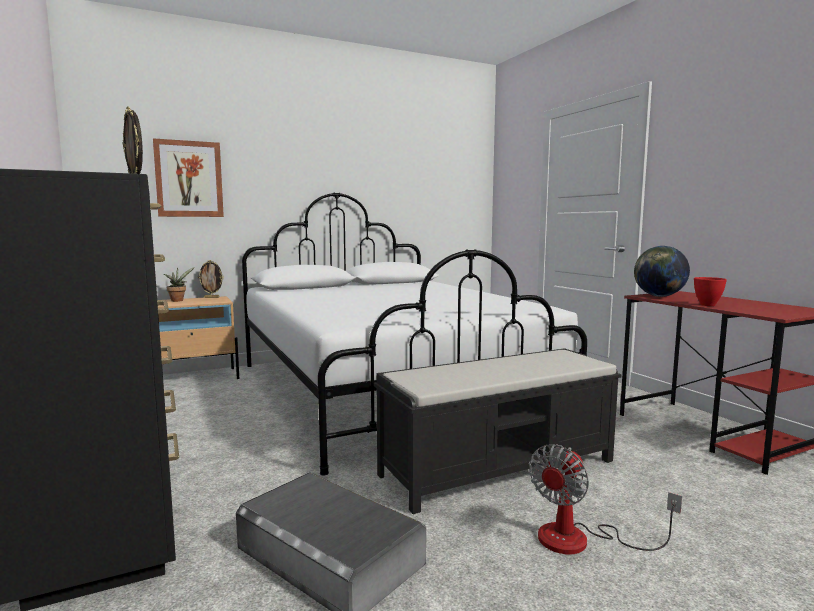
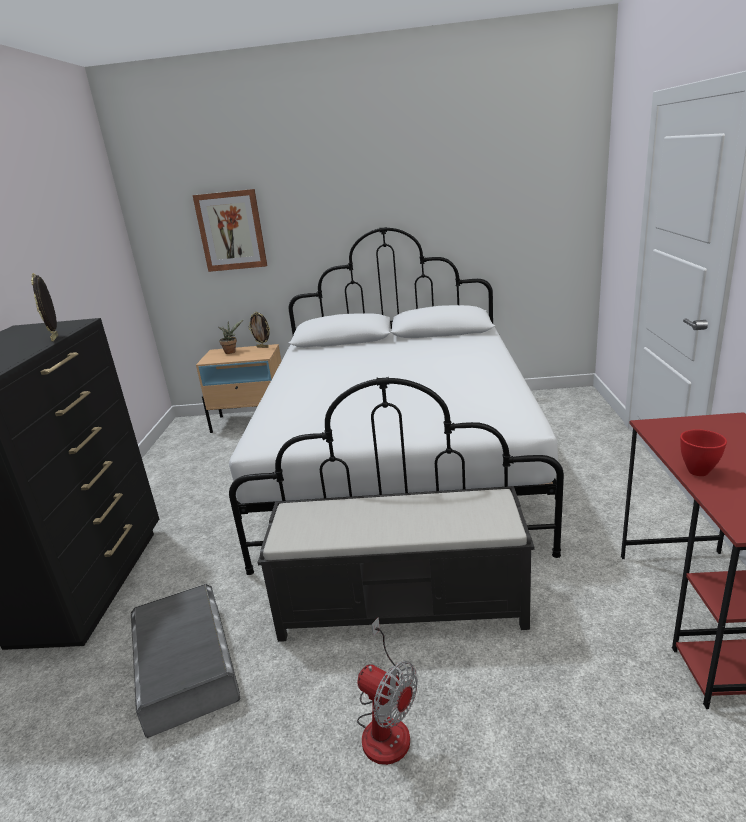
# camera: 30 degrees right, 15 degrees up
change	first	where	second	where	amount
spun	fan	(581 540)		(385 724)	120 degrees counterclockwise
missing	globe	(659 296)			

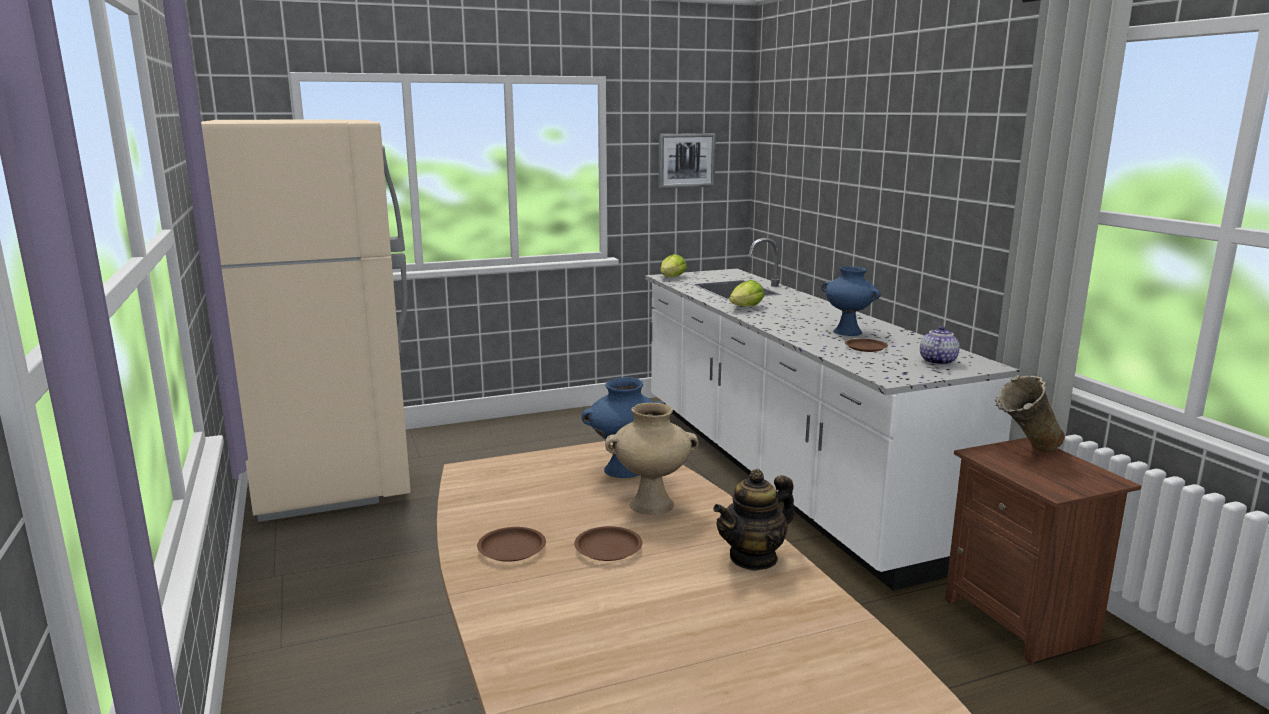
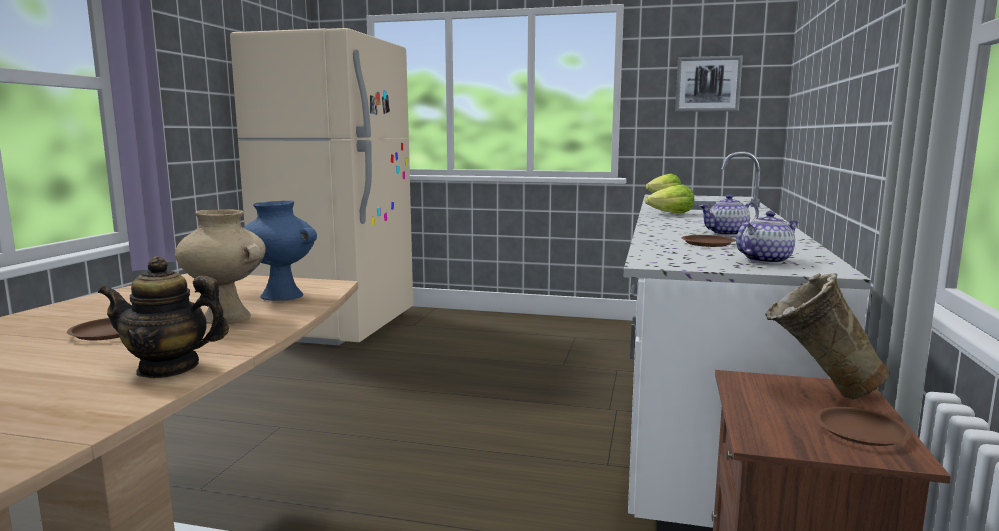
# camera: 35 degrees right, 5 degrees down
change	first	where	second	where	amount
relocated	plate (brown)	(512 548)		(861 431)	
exchanged	vase (blue)	(848 332)	teapot	(727 234)	

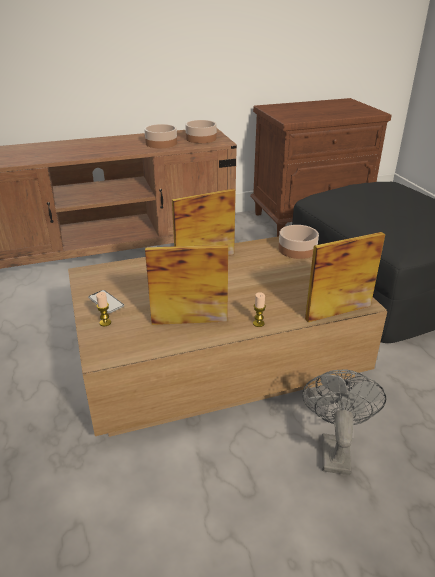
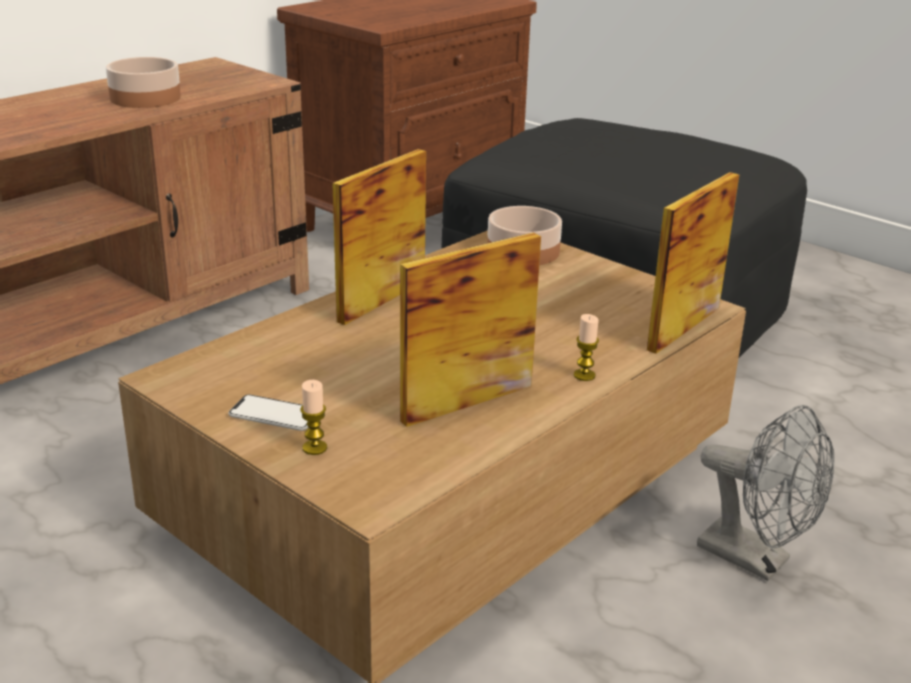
# camera: 30 degrees left, 5 degrees down
change	first	where	second	where	amount
missing	bowl	(201 138)			
spun	fan (grey)	(334 448)		(756 559)	150 degrees clockwise

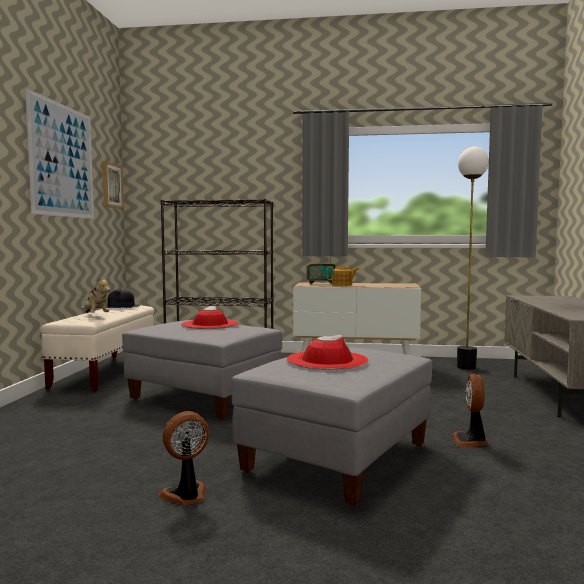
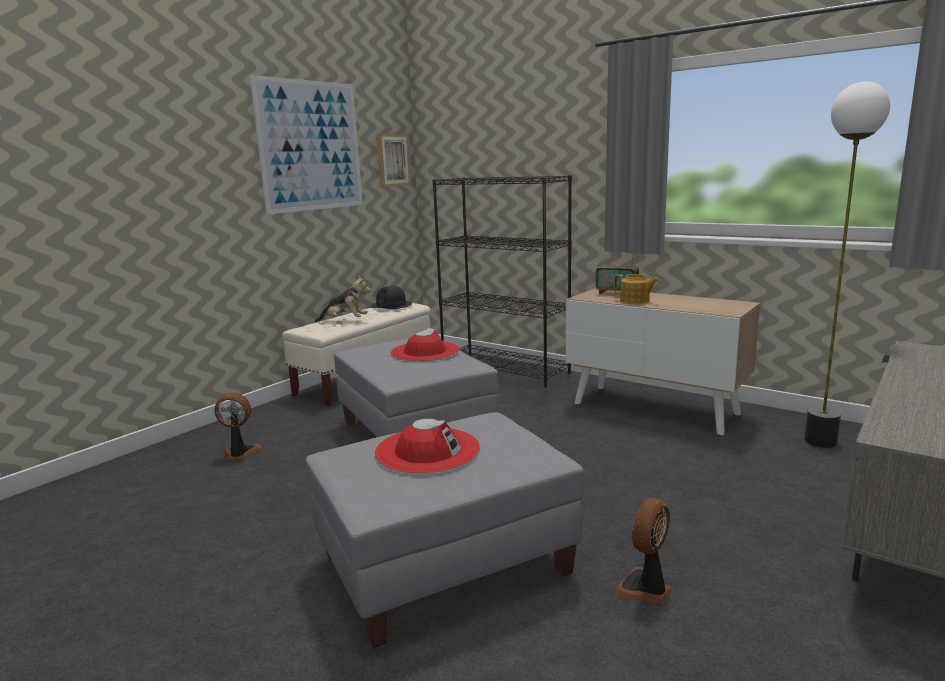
# camera: 30 degrees right, 10 degrees up
change	first	where	second	where	amount
spun	plush toy	(96 315)		(345 321)	75 degrees counterclockwise
relocated	fan	(186 496)		(239 453)	

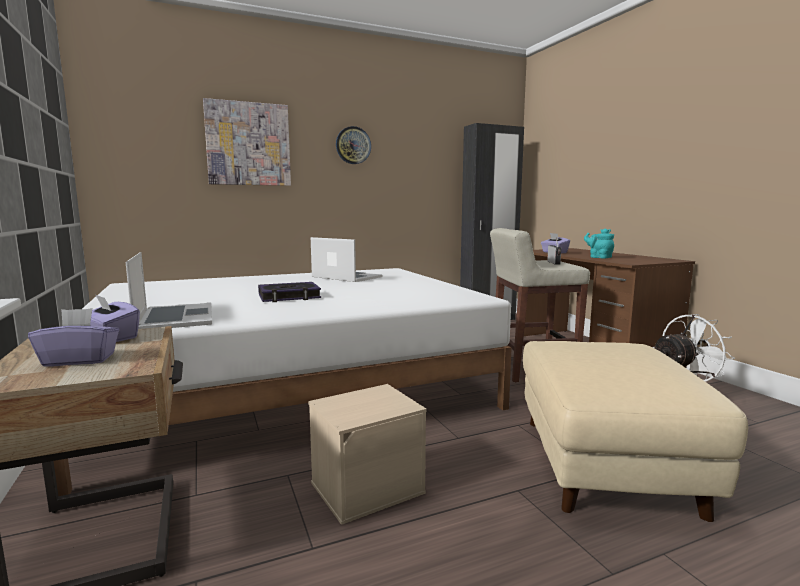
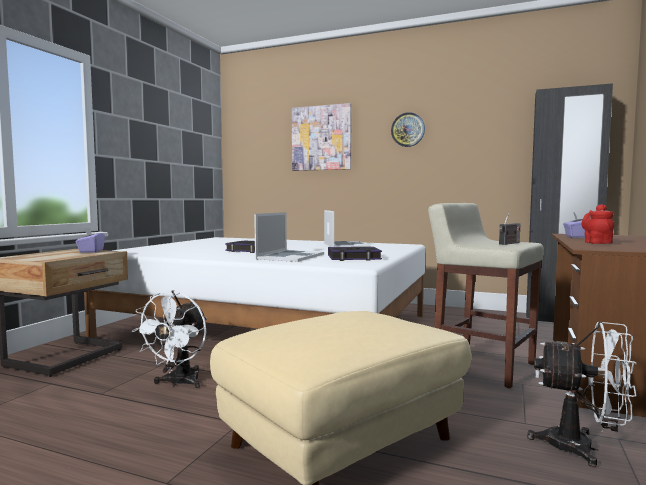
# camera: 45 degrees right, 5 degrees down
change	first	where	second	where	amount
missing	tissue box (purple)	(80 360)			
relocated	laptop	(175 317)		(290 256)	
exchanged	storage box (beige)	(368 487)	fan (white)	(178 383)	
colour	teapot (turquoise)	(599 257)	teapot (red)	(596 242)	
appeared			book	(354 258)	

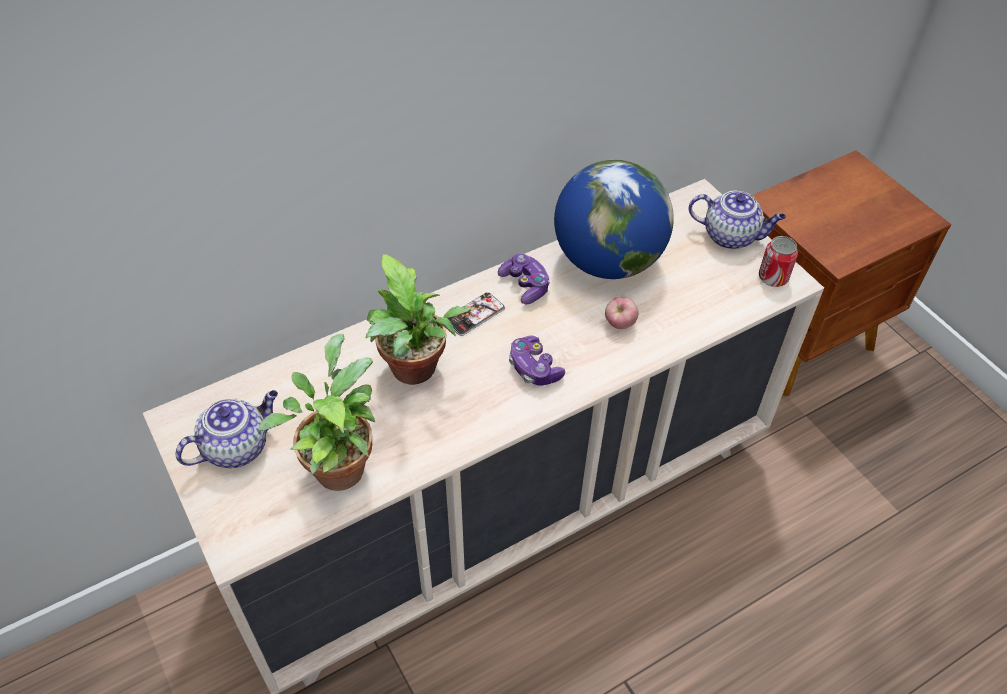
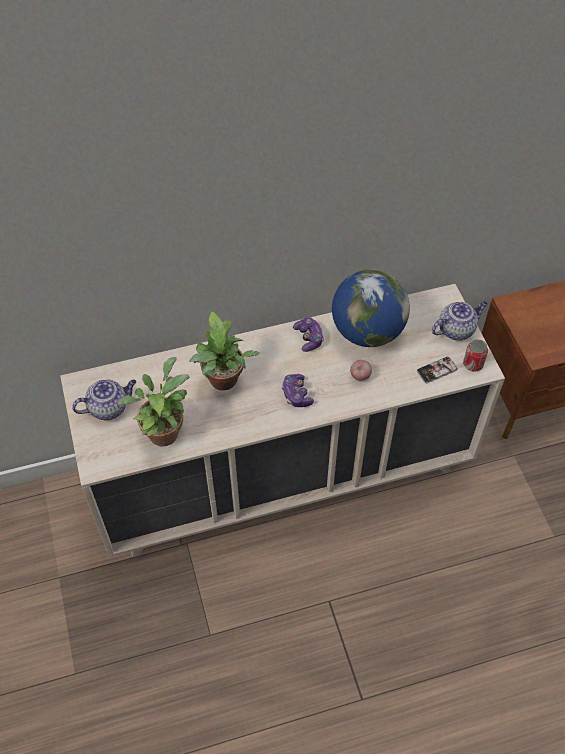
# camera: 15 degrees right, 5 degrees up
change	first	where	second	where	amount
relocated	phone	(474 314)		(436 370)	
spun	teapot	(731 236)		(456 329)	60 degrees counterclockwise

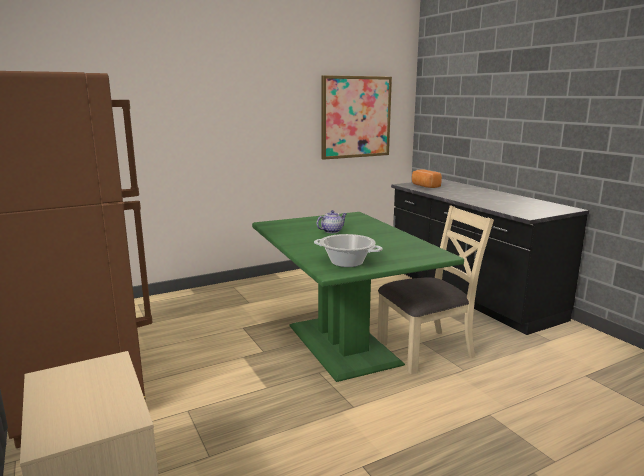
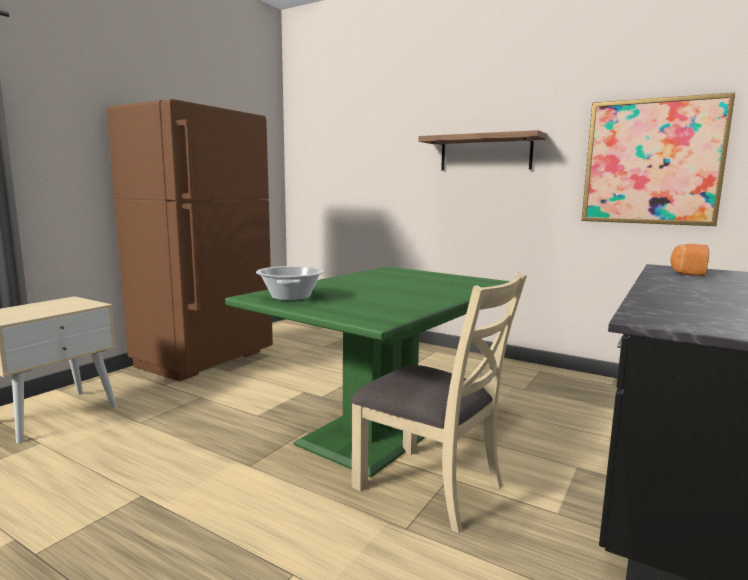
# camera: 60 degrees right, 5 degrees down
change	first	where	second	where	amount
missing	teapot	(331 231)			
appeared			shelf	(485 153)	

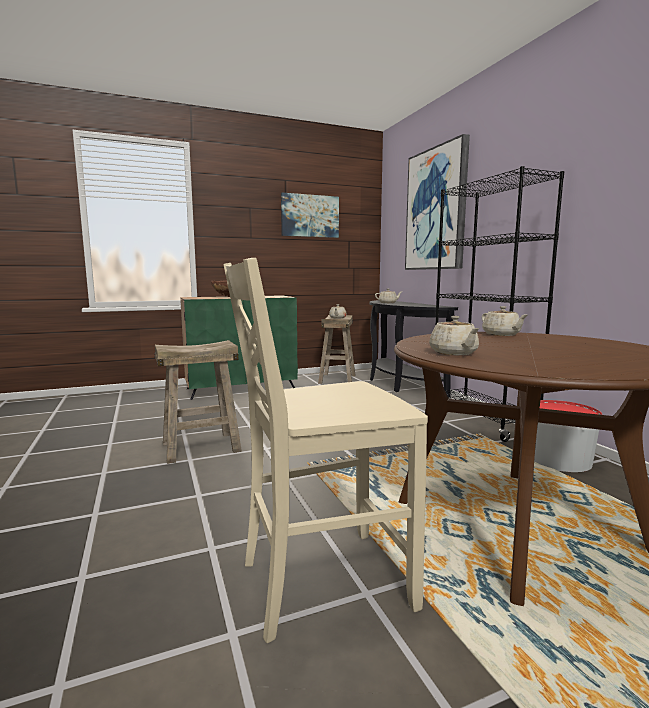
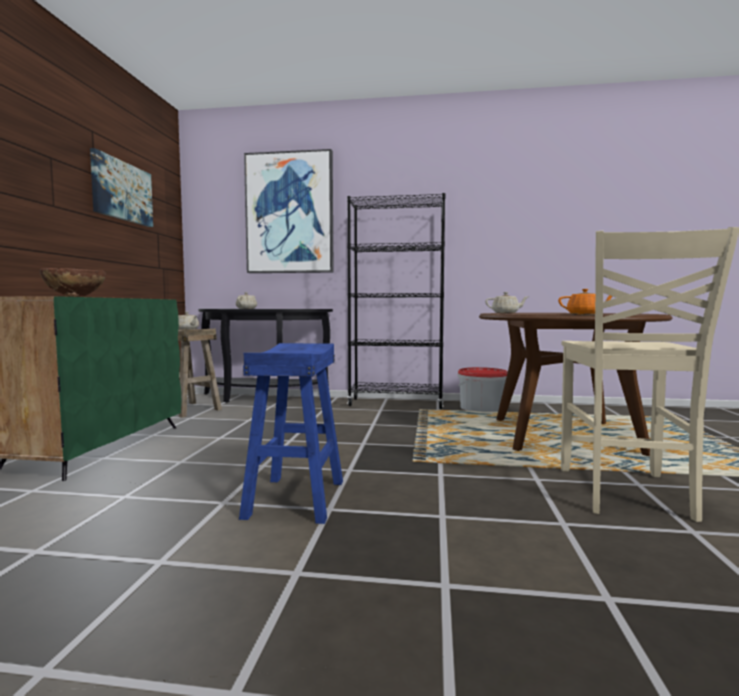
# camera: 60 degrees left, 5 degrees down
change	first	where	second	where	amount
colour	stool (beige)	(201 447)	stool (blue)	(295 498)	
colour	teapot (beige)	(454 353)	teapot (orange)	(585 314)	

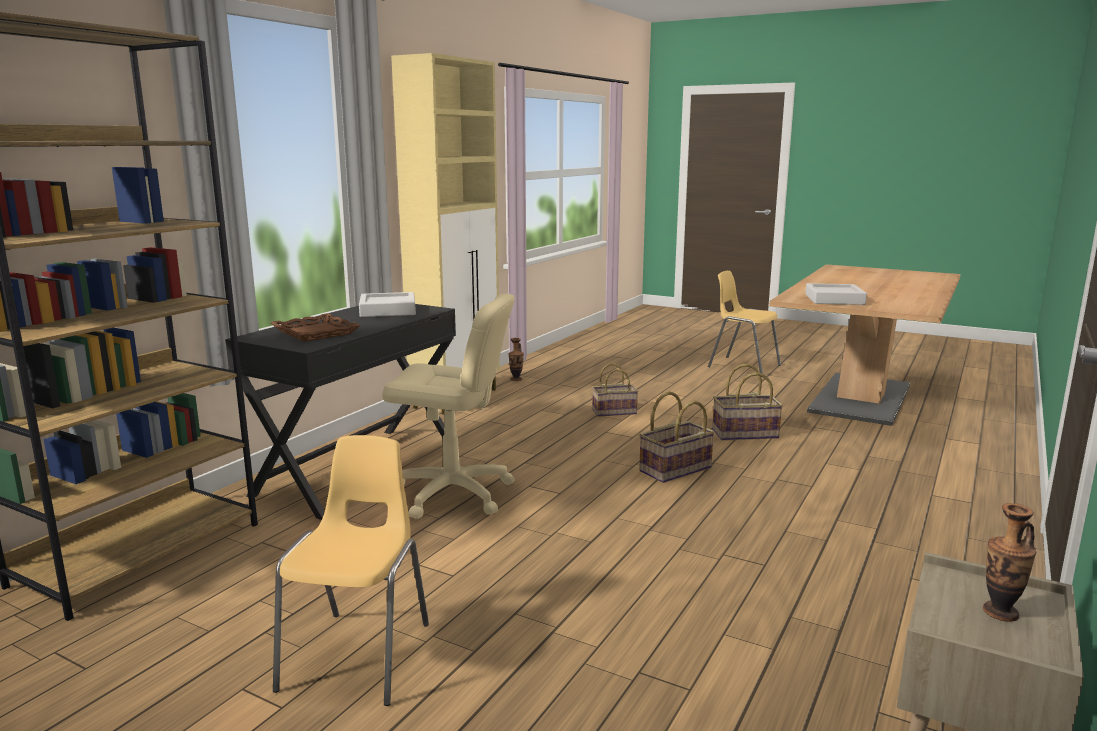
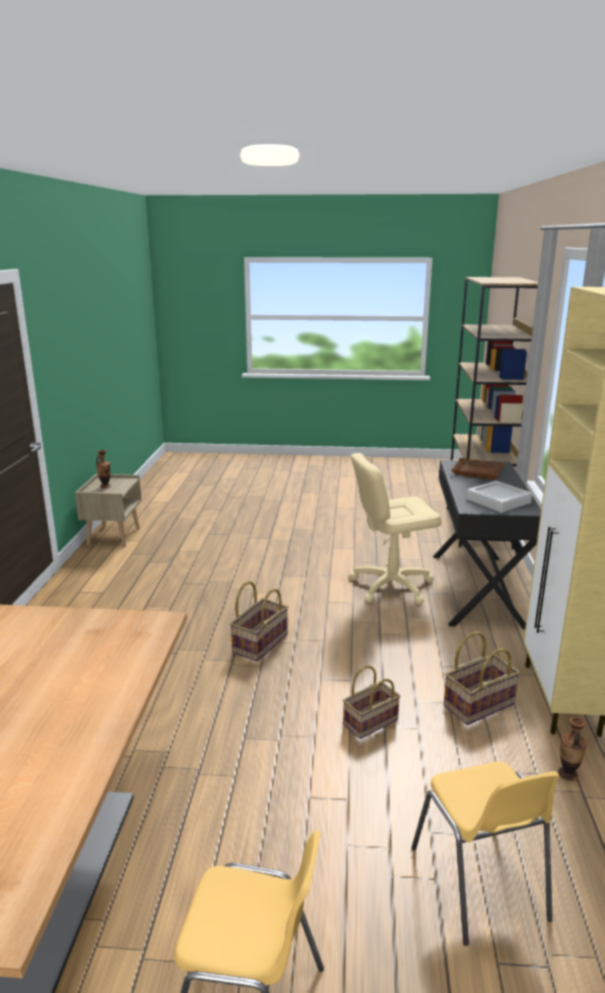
# camera: 155 degrees right, 5 degrees up
change	first	where	second	where	amount
relocated	chair (yellow)	(359 655)		(479 884)	
relocated	basket	(745 434)		(478 704)	
missing	tray (grey)	(834 299)			

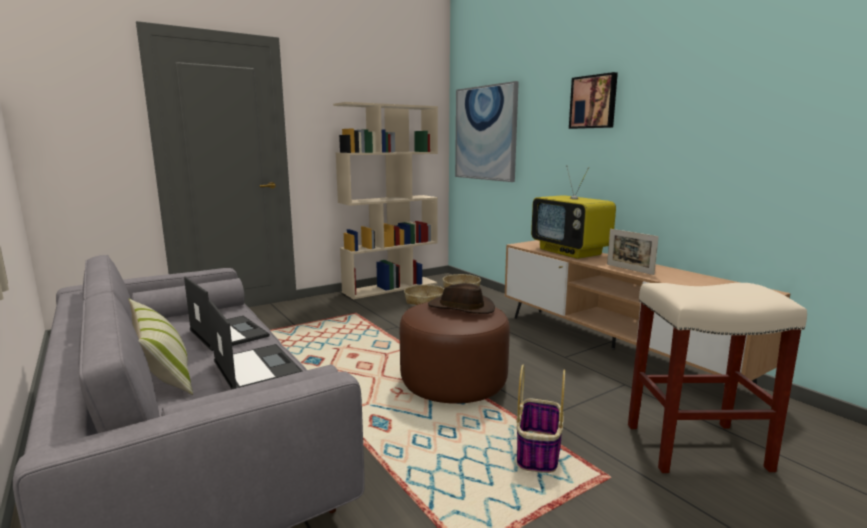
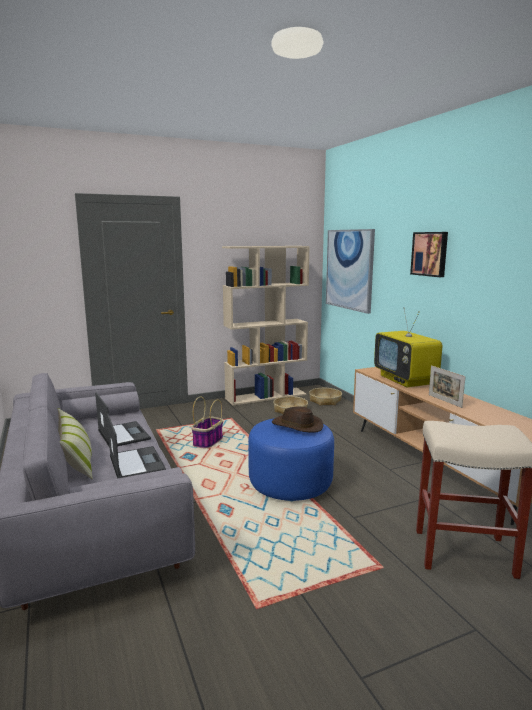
# camera: 10 degrees right, 0 degrees up
change	first	where	second	where	amount
colour	ottoman (brown)	(454 383)	ottoman (blue)	(290 483)	
relocated	basket	(538 453)		(208 442)	

